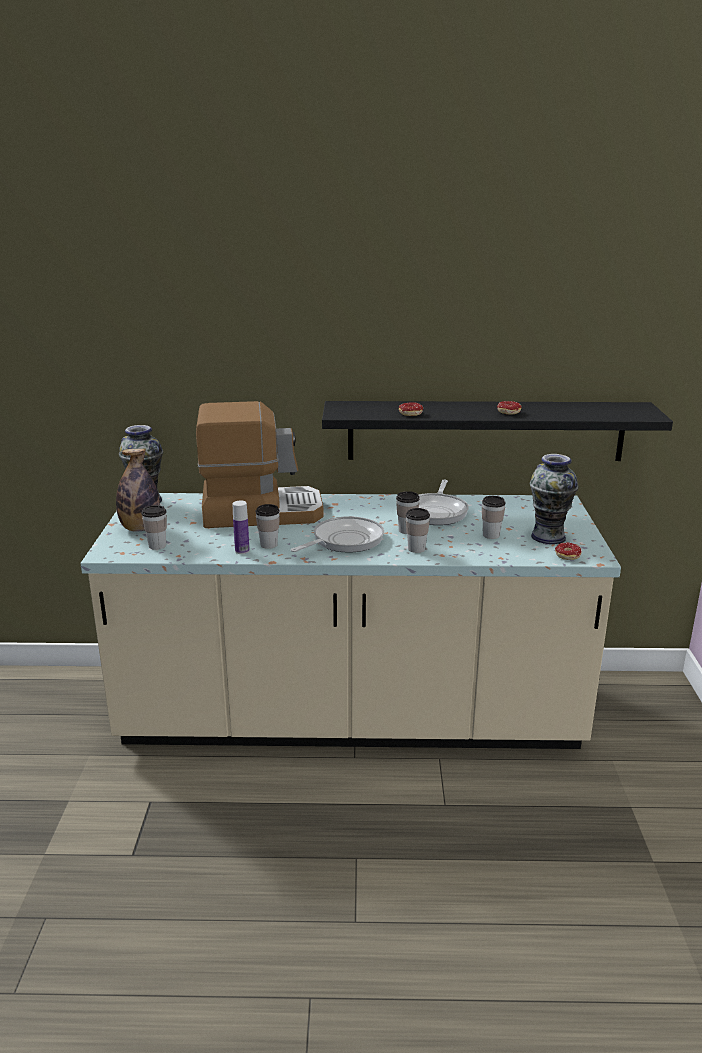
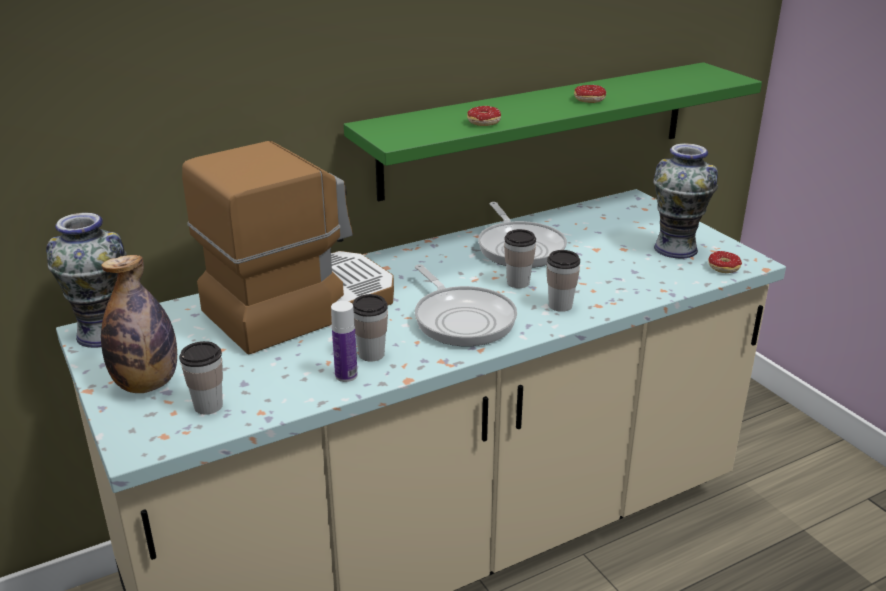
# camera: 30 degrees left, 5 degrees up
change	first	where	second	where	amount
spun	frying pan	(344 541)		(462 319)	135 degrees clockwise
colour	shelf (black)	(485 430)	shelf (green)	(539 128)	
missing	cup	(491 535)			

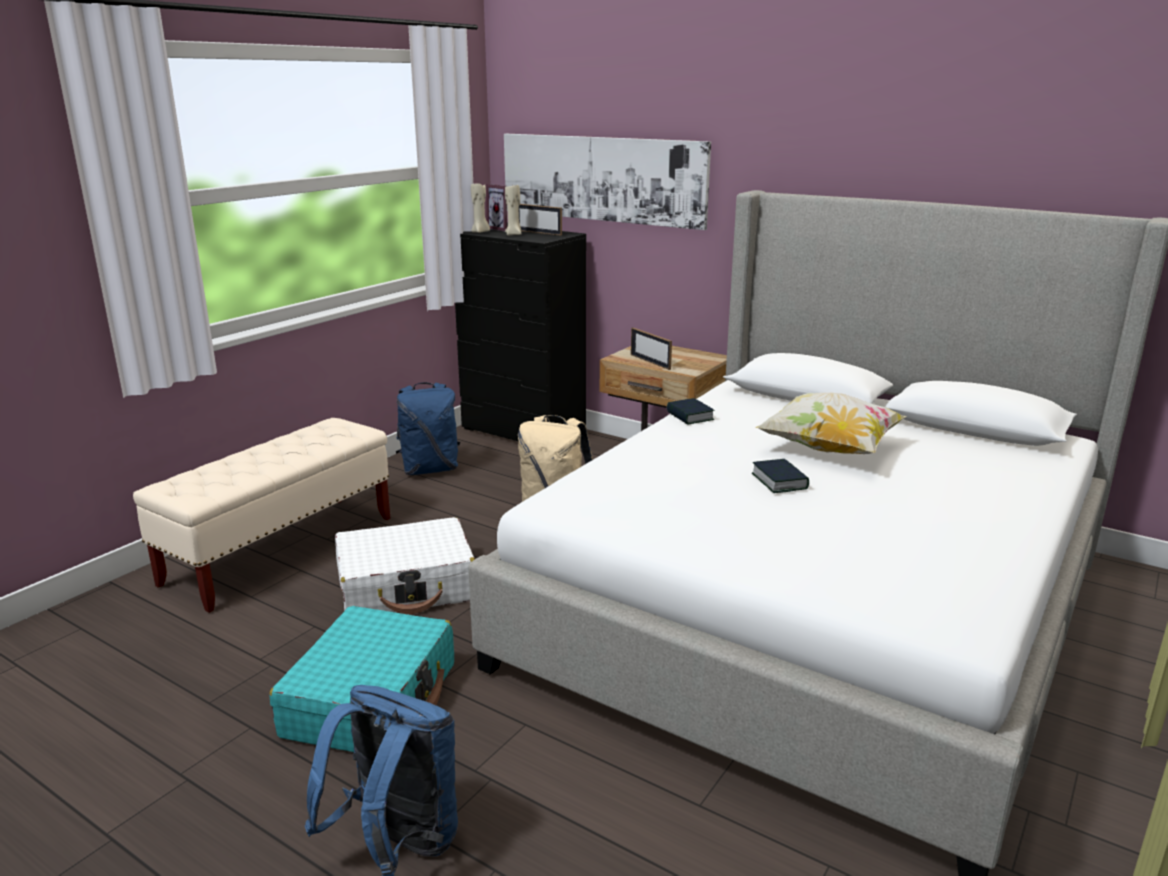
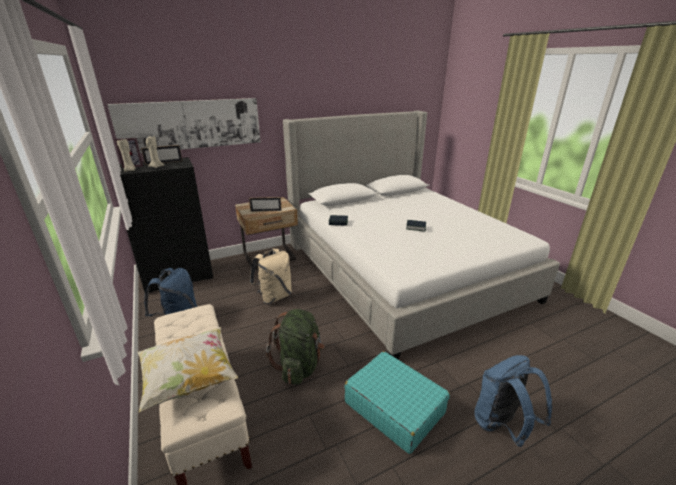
# camera: 60 degrees left, 5 degrees up
change	first	where	second	where	amount
exchanged	suitcase (white)	(407 586)	backpack (green)	(299 365)	
relocated	pillow	(829 449)		(189 379)	

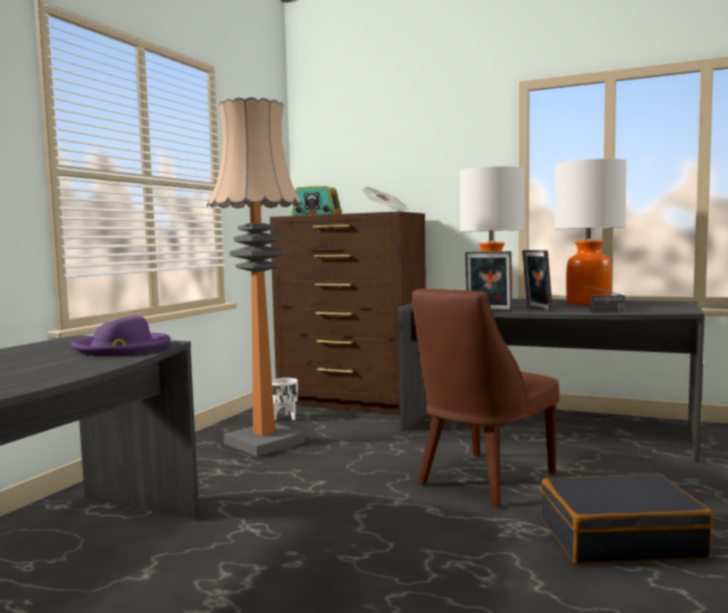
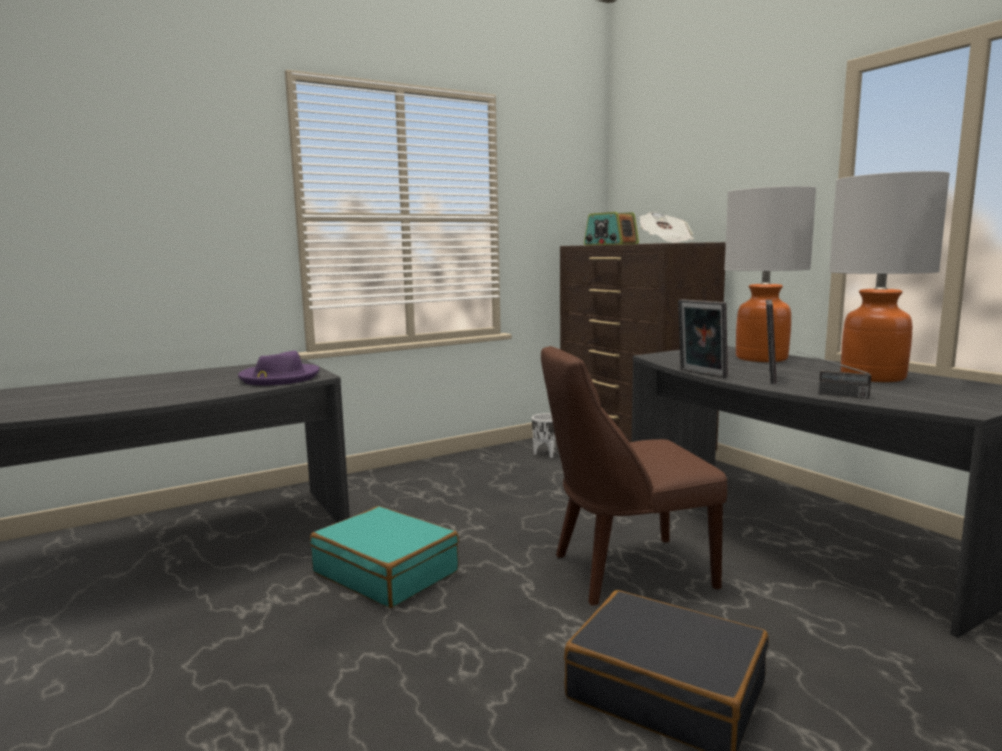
# camera: 35 degrees right, 5 degrees up
change	first	where	second	where	amount
missing	floor lamp	(264 442)			
appeared			suitcase (turquoise)	(386 572)	

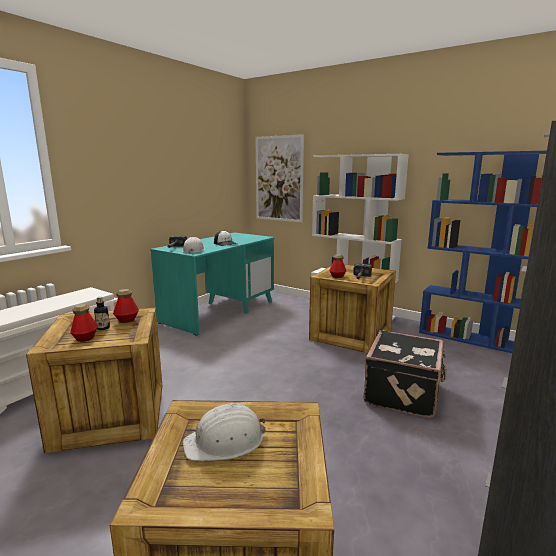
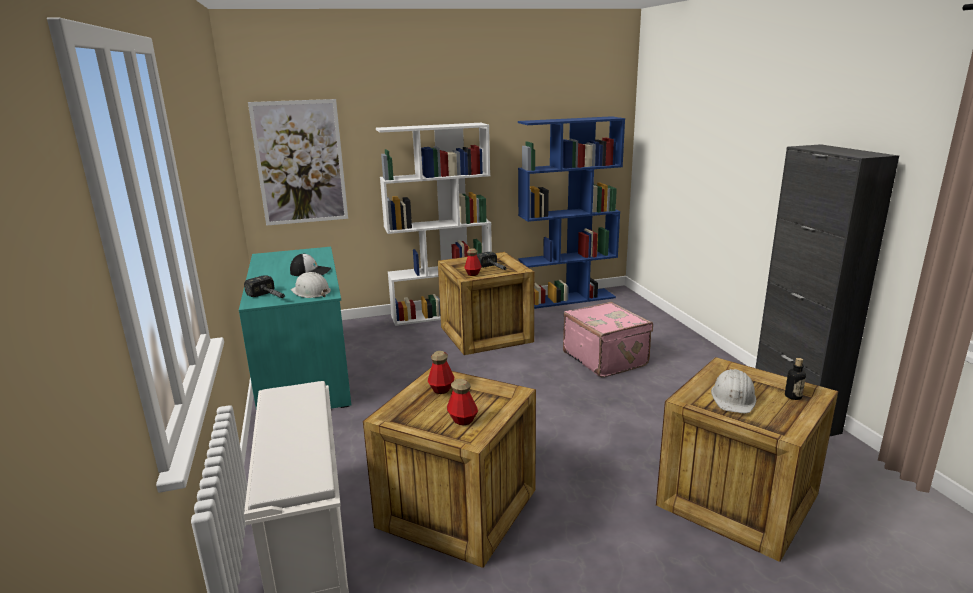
# camera: 50 degrees left, 5 degrees up
change	first	where	second	where	amount
relocated	bottle	(103 328)		(793 396)	
colour	suitcase (black)	(404 393)	suitcase (pink)	(606 358)	

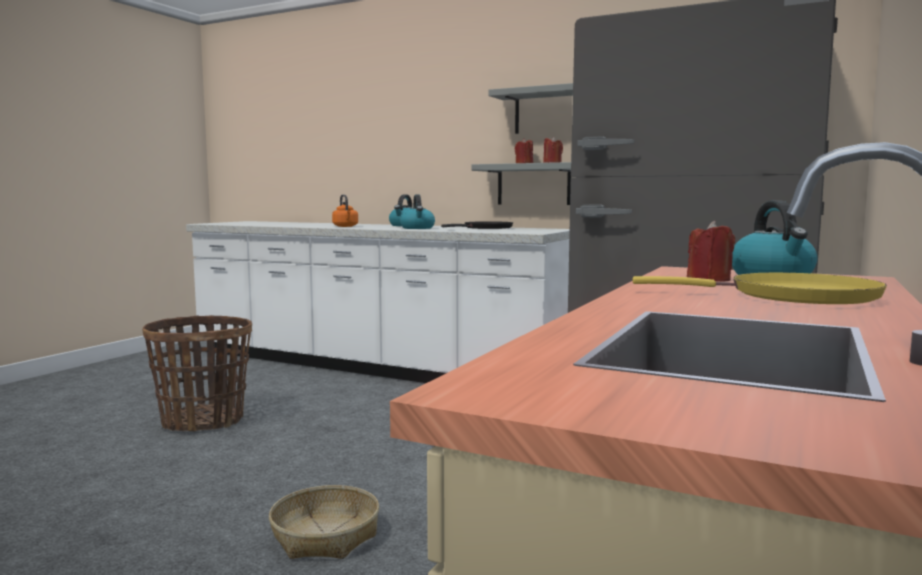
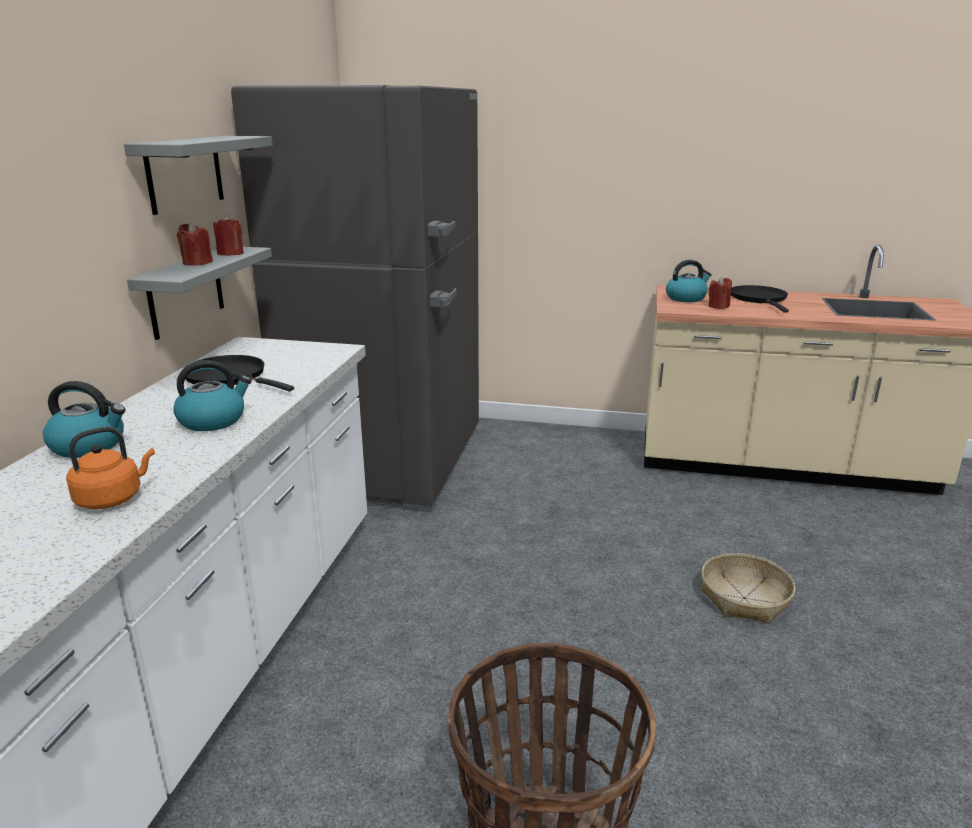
# camera: 105 degrees left, 15 degrees up
change	first	where	second	where	amount
colour	frying pan (yellow)	(793 296)	frying pan (black)	(759 299)	

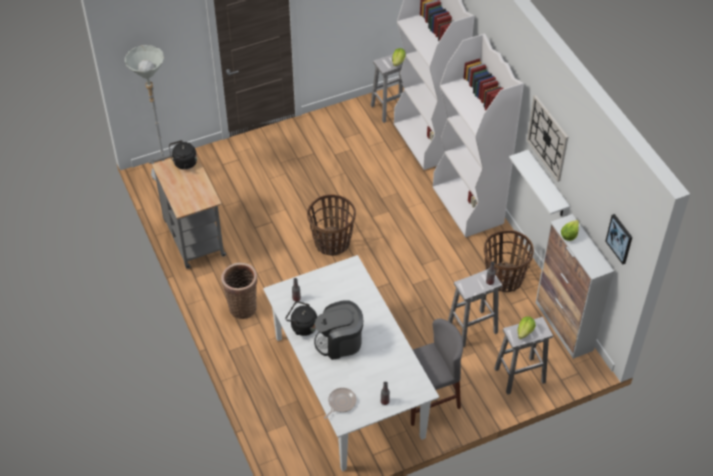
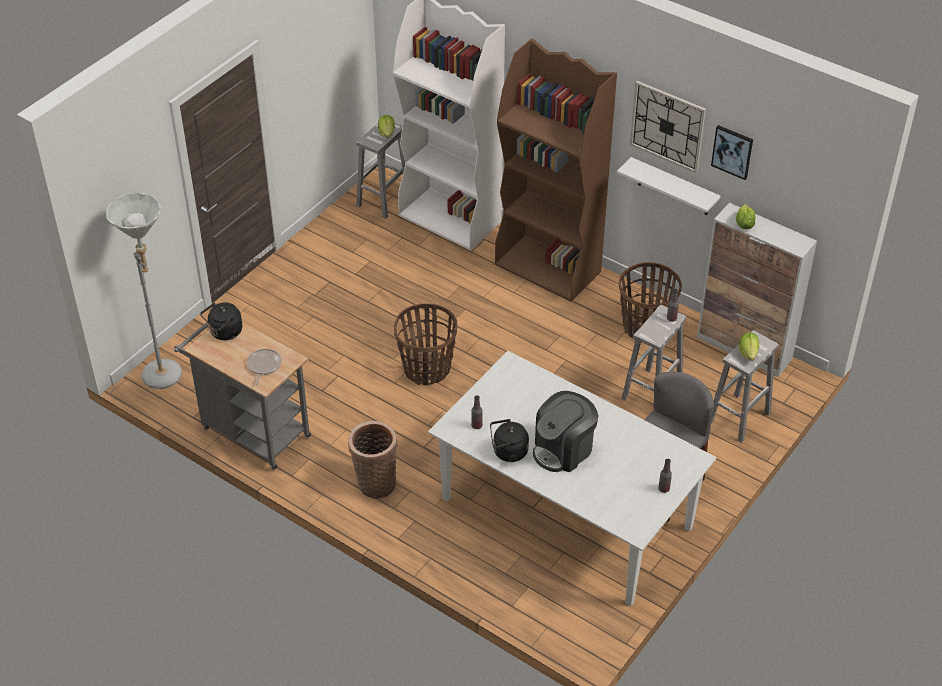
# camera: 30 degrees left, 5 degrees down
change	first	where	second	where	amount
relocated	frying pan	(341 403)		(263 366)	
colour	bookcase (white)	(468 206)	bookcase (brown)	(548 268)	
relocated	picture	(620 238)		(732 151)	

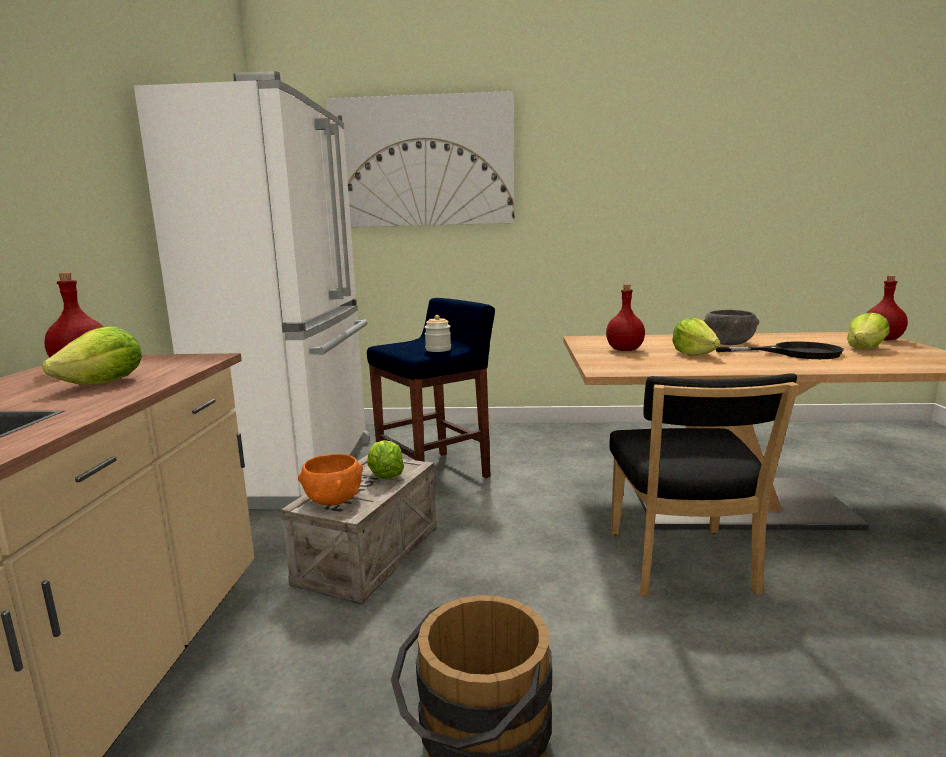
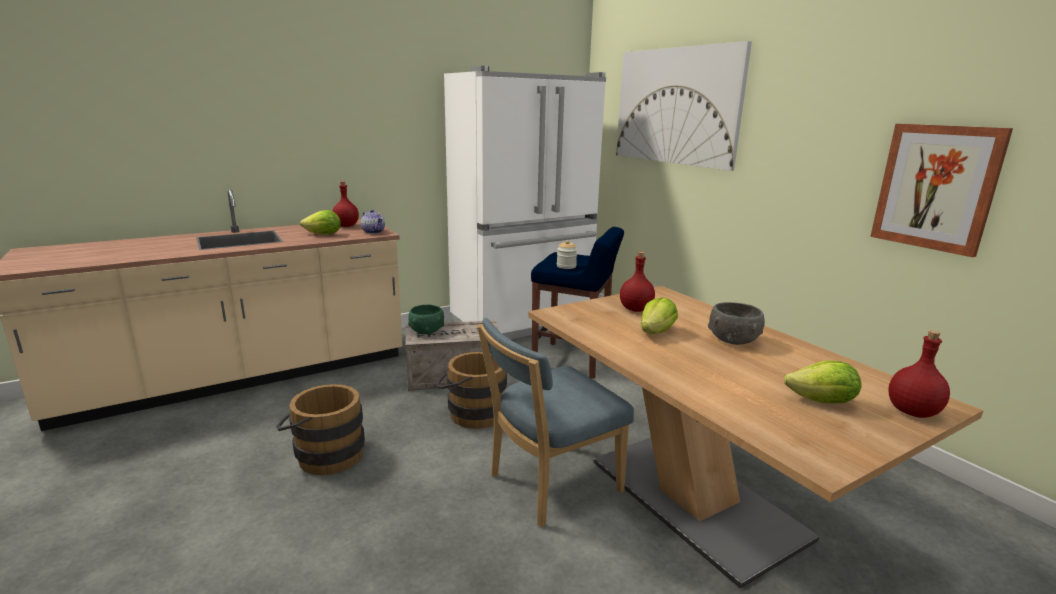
# camera: 55 degrees right, 5 degrees up
change	first	where	second	where	amount
colour	bowl (orange)	(333 499)	bowl (green)	(426 331)	
missing	lettuce	(385 476)			
colour	chair (black)	(682 566)	chair (blue)	(549 485)	
missing	frying pan (black)	(794 353)			
appeared			teapot	(373 232)	
appeared			bucket (brown)	(471 413)	
appeared			picture	(936 187)	

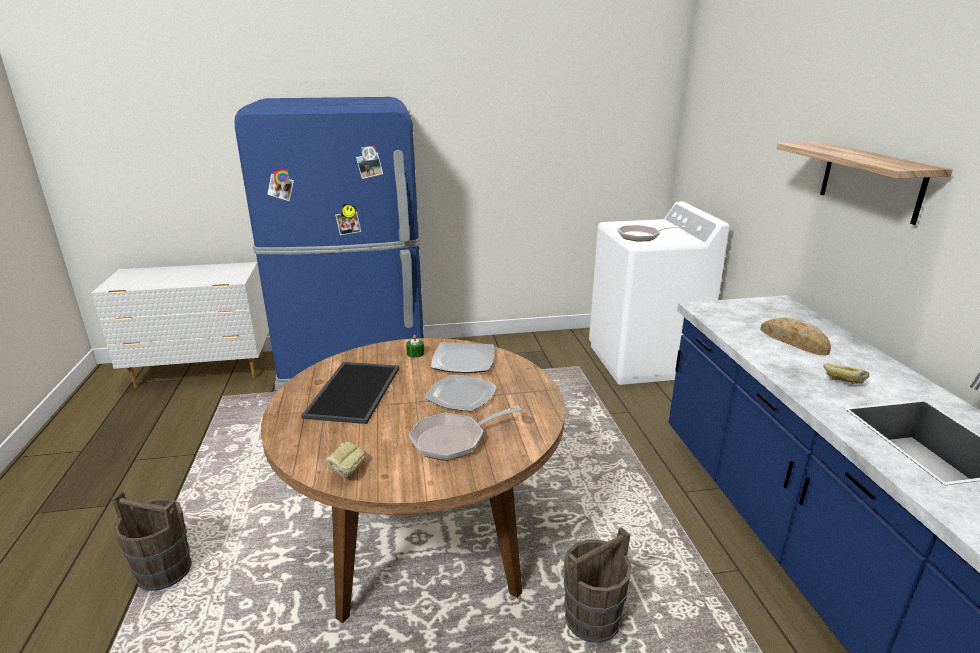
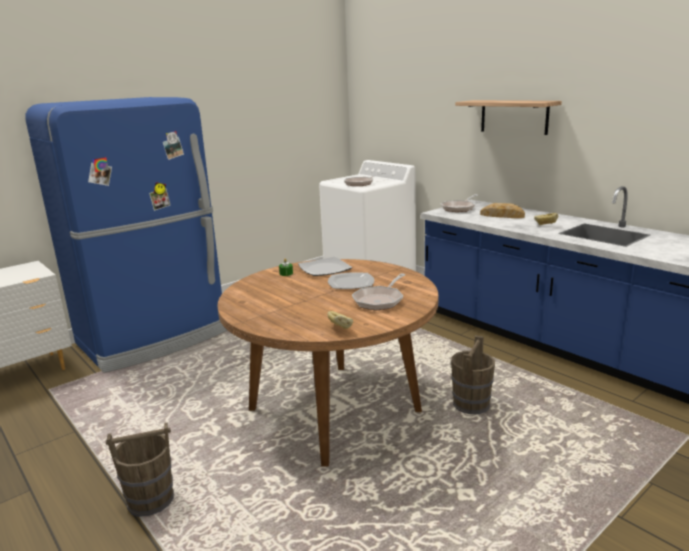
# camera: 30 degrees left, 5 degrees down
change	first	where	second	where	amount
missing	tray	(352 391)			
appeared			frying pan	(459 208)	

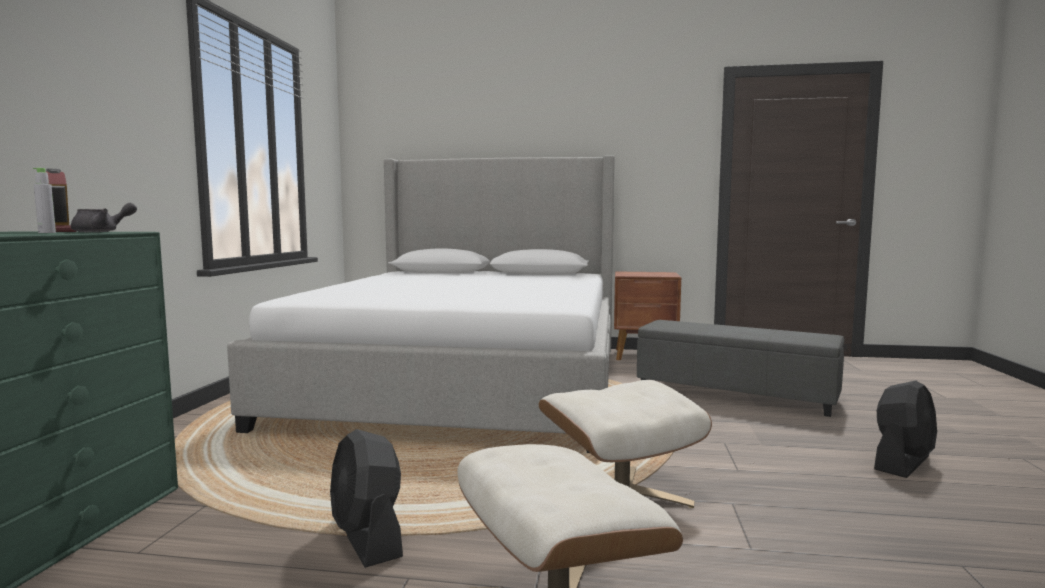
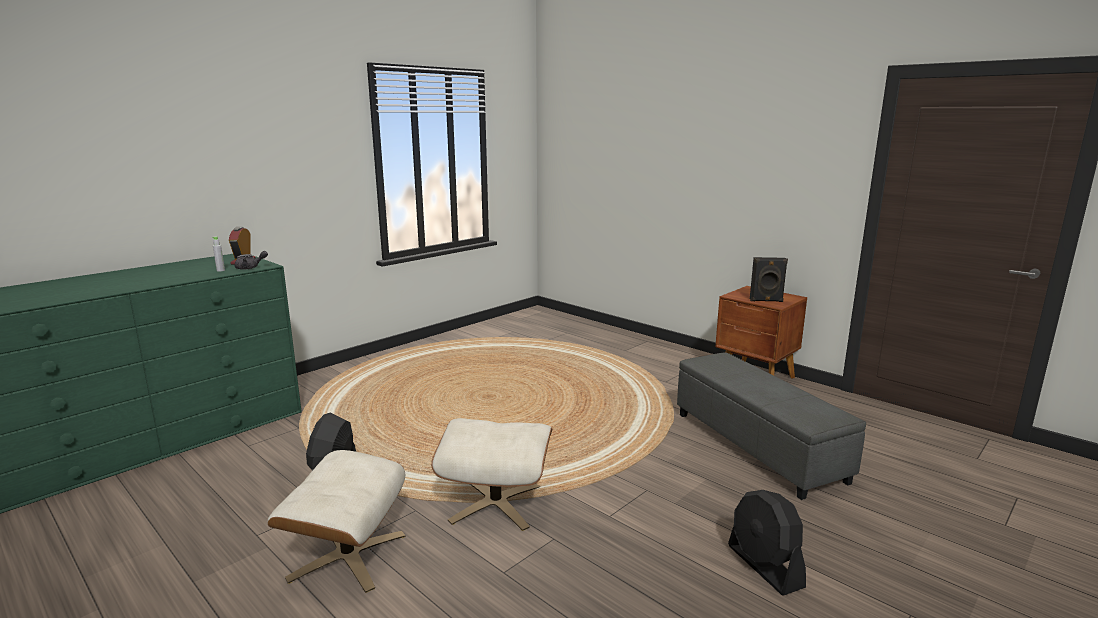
# camera: 35 degrees right, 10 degrees up
change	first	where	second	where	amount
missing	bed	(468 381)			
spun	fan (black)	(902 462)		(764 566)	75 degrees clockwise
appeared			speaker (black)	(766 300)	

